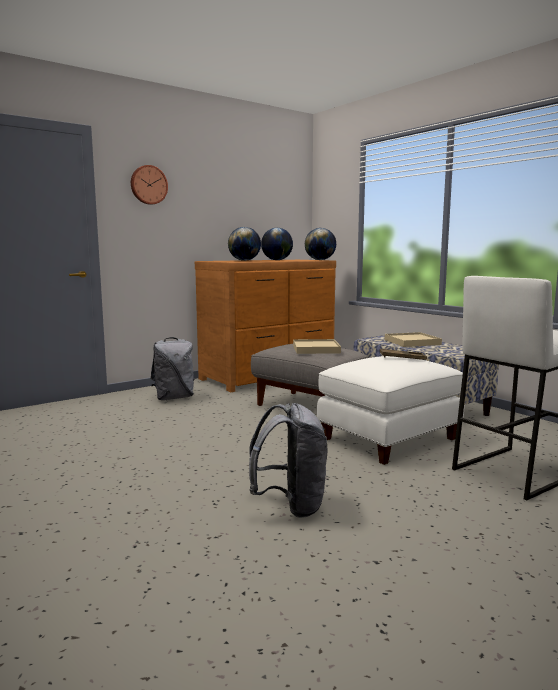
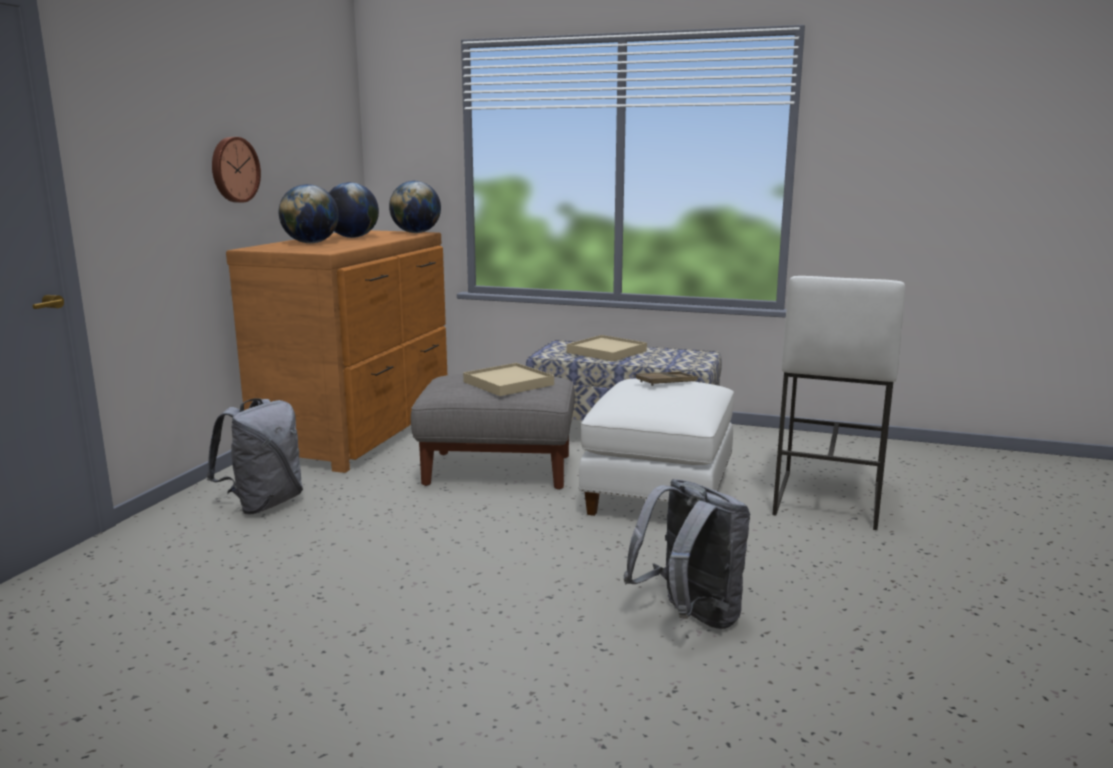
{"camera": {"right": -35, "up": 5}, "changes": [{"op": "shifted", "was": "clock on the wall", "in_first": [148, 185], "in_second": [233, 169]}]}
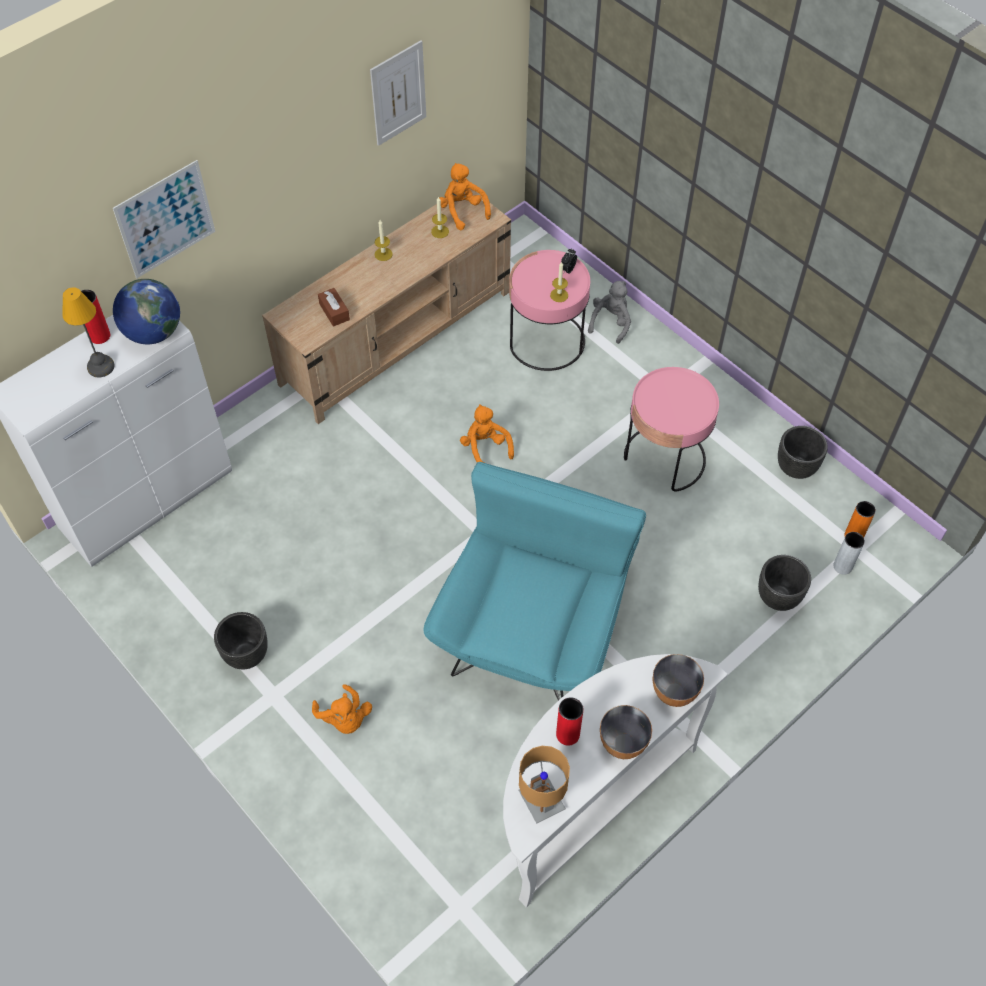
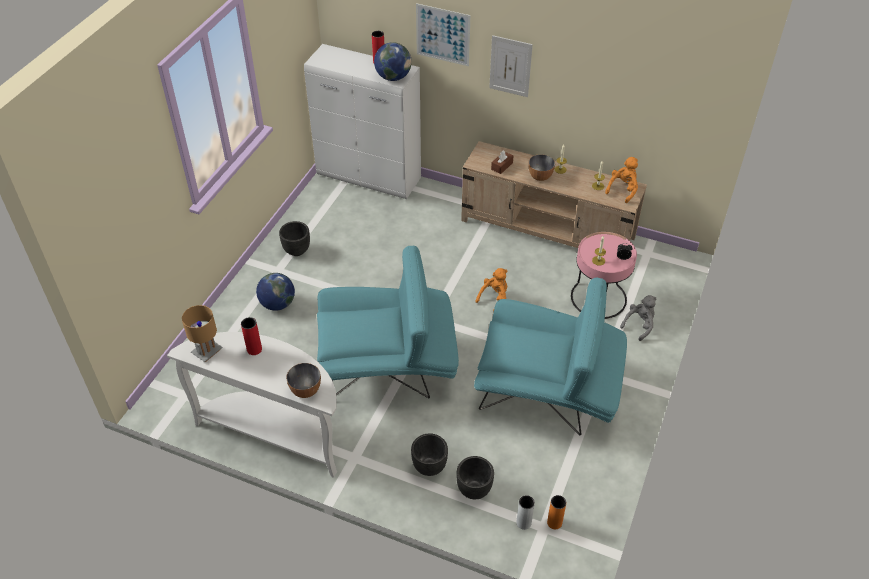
{"camera": {"right": 65, "up": -10}, "changes": [{"op": "shifted", "was": "wall art", "in_first": [398, 93], "in_second": [510, 66]}, {"op": "rotated", "was": "greyish cuddly toy", "in_first": [610, 322], "in_second": [639, 325], "clockwise": -45}, {"op": "gone", "was": "lamp for a table", "in_first": [101, 366]}, {"op": "swapped", "was": "pinkish accent table", "now": "blue-green armchair", "in_first": [665, 458], "in_second": [547, 390]}, {"op": "shifted", "was": "black flower pot", "in_first": [796, 468], "in_second": [430, 467]}, {"op": "swapped", "was": "orange cuddly toy", "now": "desk globe", "in_first": [344, 719], "in_second": [277, 304]}, {"op": "shifted", "was": "bowl", "in_first": [623, 743], "in_second": [540, 177]}]}
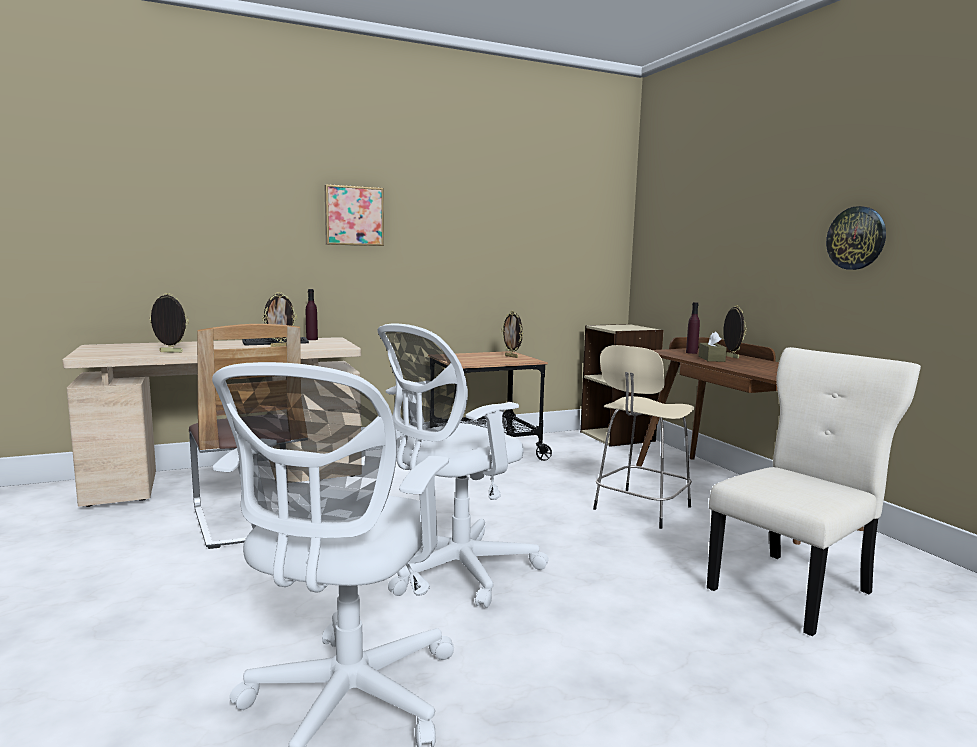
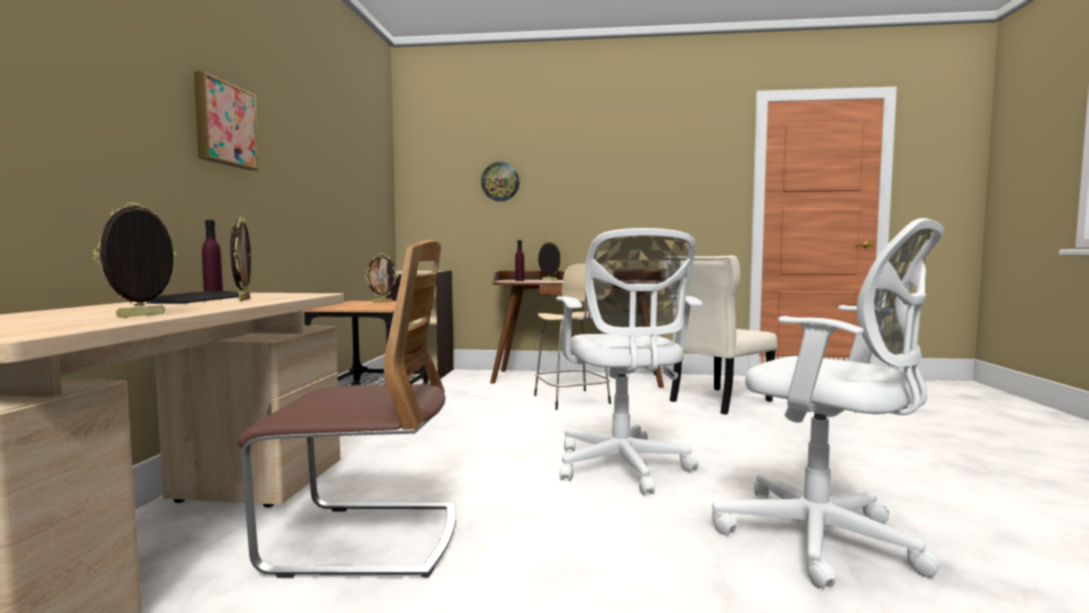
{"camera": {"right": -60, "up": -5}, "changes": [{"op": "shifted", "was": "clock on the wall", "in_first": [856, 238], "in_second": [500, 181]}, {"op": "gone", "was": "brown-coloured tissue holder", "in_first": [711, 359]}, {"op": "rotated", "was": "sand-coloured chair", "in_first": [794, 589], "in_second": [717, 401], "clockwise": -120}]}
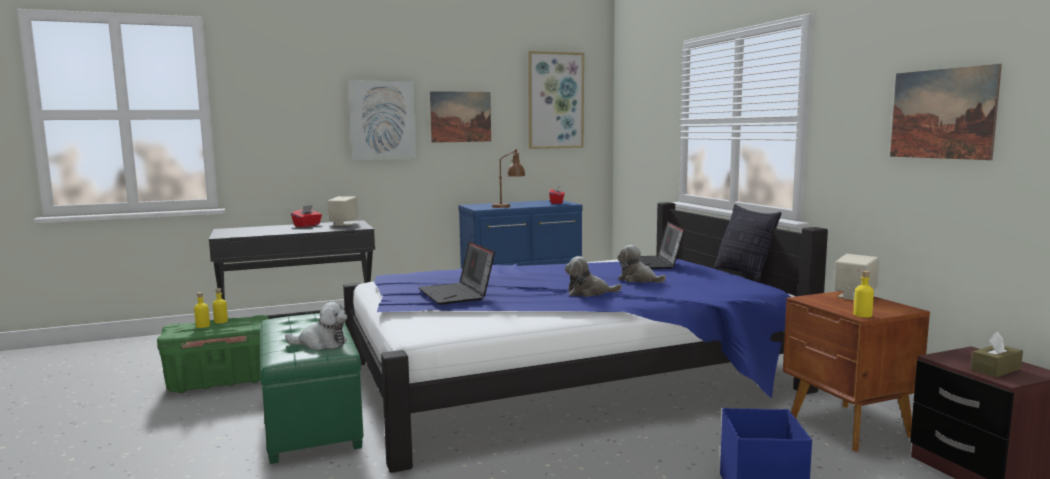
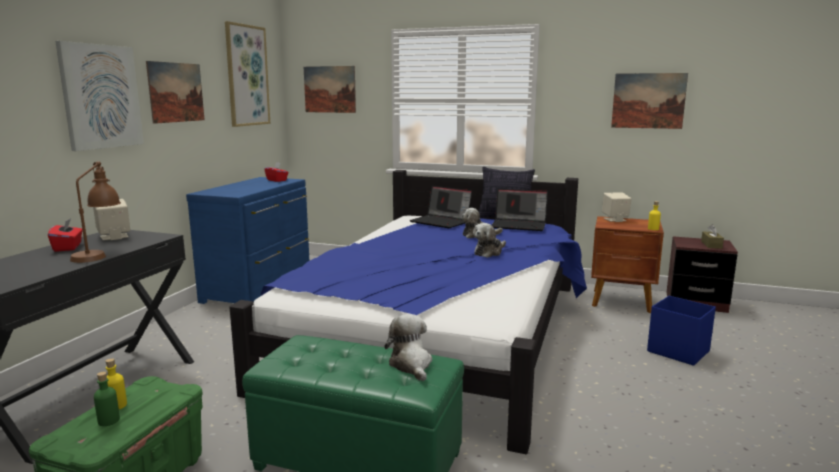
{"camera": {"right": -50, "up": 5}, "changes": [{"op": "shifted", "was": "brown-coloured lamp for a table", "in_first": [508, 206], "in_second": [99, 254]}, {"op": "shifted", "was": "notebook computer", "in_first": [457, 294], "in_second": [519, 225]}, {"op": "repainted", "was": "yellowish drink bottle", "now": "green drink bottle", "in_first": [203, 326], "in_second": [108, 421]}, {"op": "rotated", "was": "cuddly toy", "in_first": [321, 344], "in_second": [411, 364], "clockwise": -60}, {"op": "new", "now": "wall art", "in_second": [329, 89]}]}
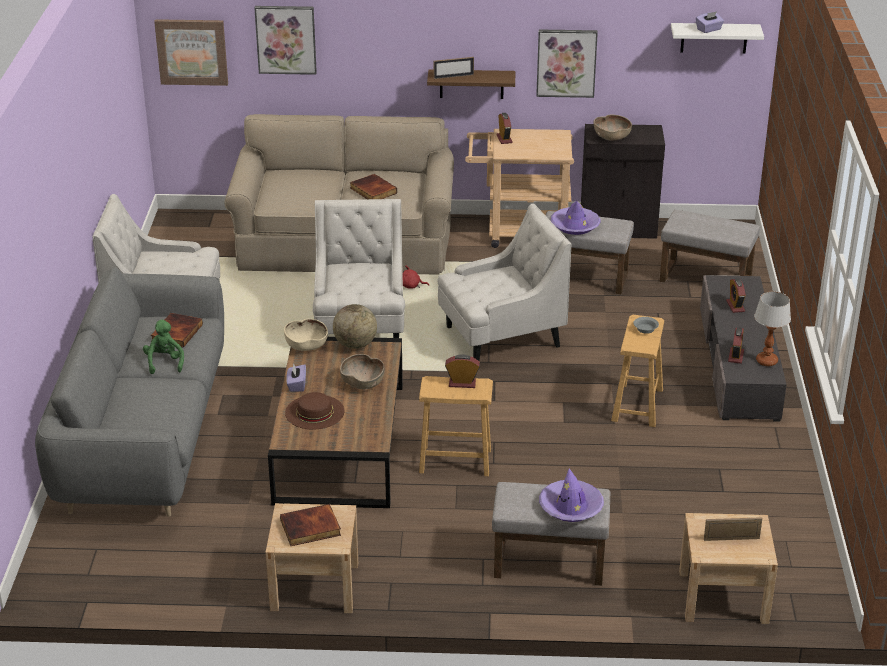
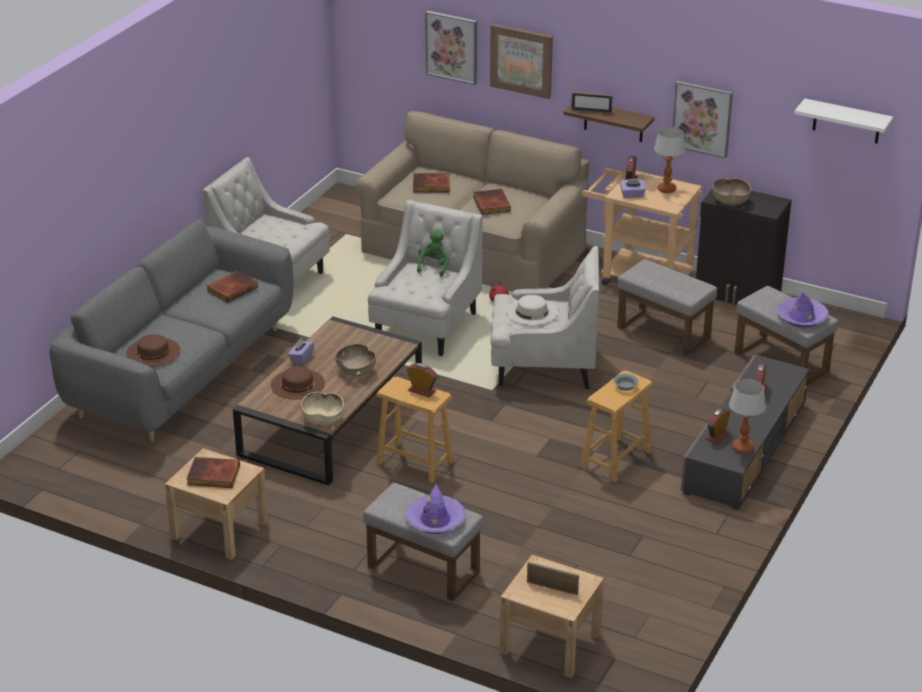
{"camera": {"right": 25, "up": 0}, "changes": [{"op": "shifted", "was": "purplish tissue holder", "in_first": [709, 29], "in_second": [632, 195]}, {"op": "shifted", "was": "wall art", "in_first": [192, 51], "in_second": [521, 60]}, {"op": "shifted", "was": "purplish wearable hat", "in_first": [575, 225], "in_second": [801, 317]}, {"op": "gone", "was": "desk globe", "in_first": [355, 345]}, {"op": "shifted", "was": "sand-coloured bowl", "in_first": [306, 346], "in_second": [323, 419]}, {"op": "shifted", "was": "green cuddly toy", "in_first": [164, 362], "in_second": [433, 266]}, {"op": "new", "now": "lamp for a table", "in_second": [666, 189]}, {"op": "new", "now": "book", "in_second": [431, 185]}, {"op": "new", "now": "white-coloured wearable hat", "in_second": [531, 311]}, {"op": "new", "now": "brown-coloured wearable hat", "in_second": [153, 352]}]}
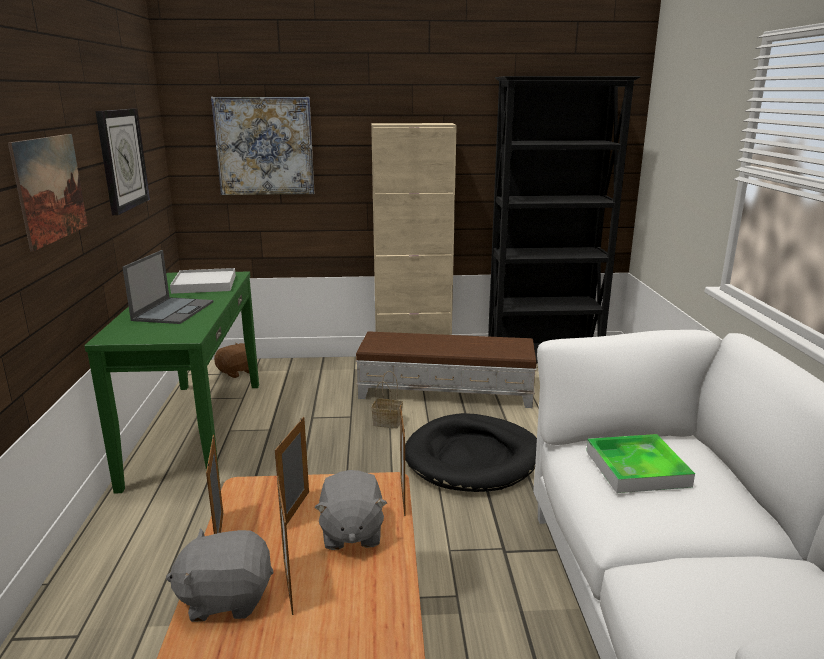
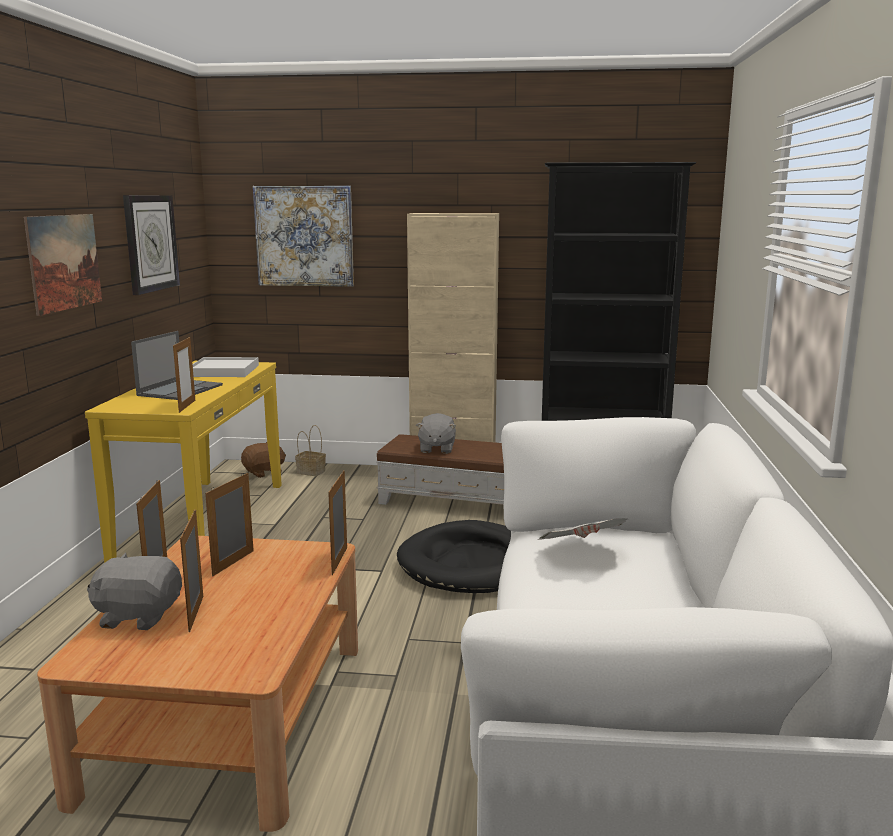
{"camera": {"right": 10, "up": -5}, "changes": [{"op": "repainted", "was": "green hall table", "now": "yellowish hall table", "in_first": [196, 431], "in_second": [202, 520]}, {"op": "shifted", "was": "storage basket", "in_first": [386, 422], "in_second": [310, 472]}, {"op": "swapped", "was": "tray", "now": "newspaper", "in_first": [637, 468], "in_second": [580, 552]}, {"op": "shifted", "was": "greyish cuddly toy", "in_first": [351, 532], "in_second": [436, 449]}, {"op": "new", "now": "picture frame", "in_second": [187, 406]}]}
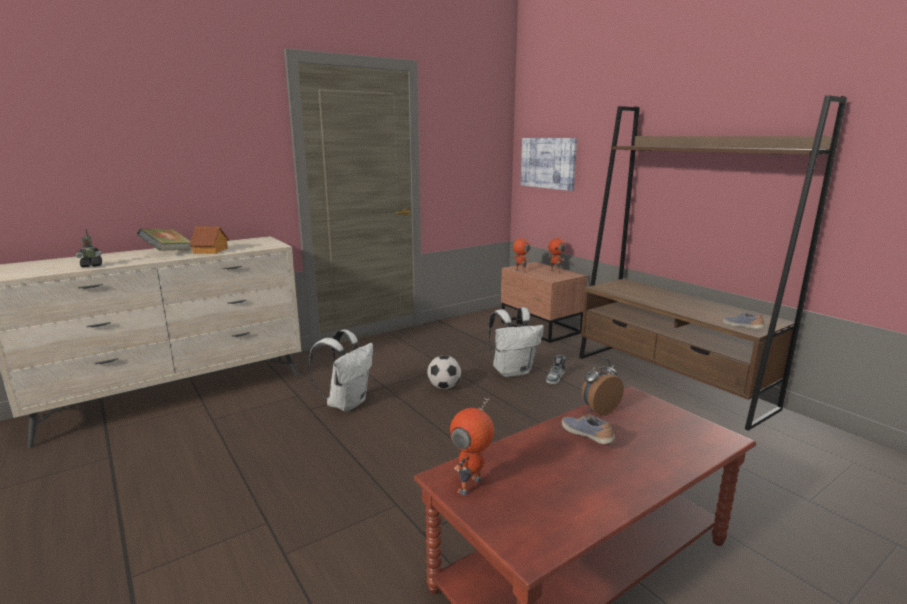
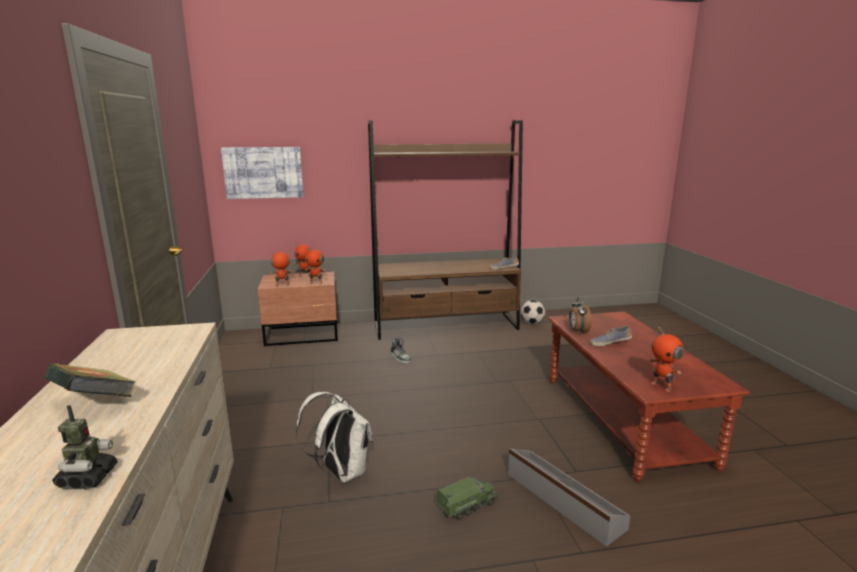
{"camera": {"right": -65, "up": 0}, "changes": [{"op": "gone", "was": "model house", "in_first": [211, 251]}, {"op": "gone", "was": "white-coloured backpack", "in_first": [512, 371]}, {"op": "shifted", "was": "football ball", "in_first": [444, 387], "in_second": [532, 323]}, {"op": "new", "now": "robot figure", "in_second": [316, 283]}, {"op": "new", "now": "greyish storage container", "in_second": [562, 500]}, {"op": "new", "now": "toy truck", "in_second": [467, 506]}]}
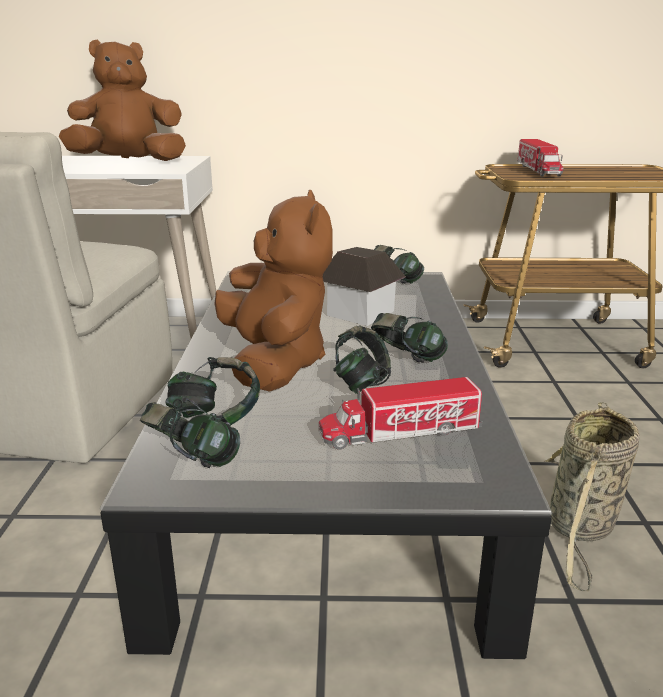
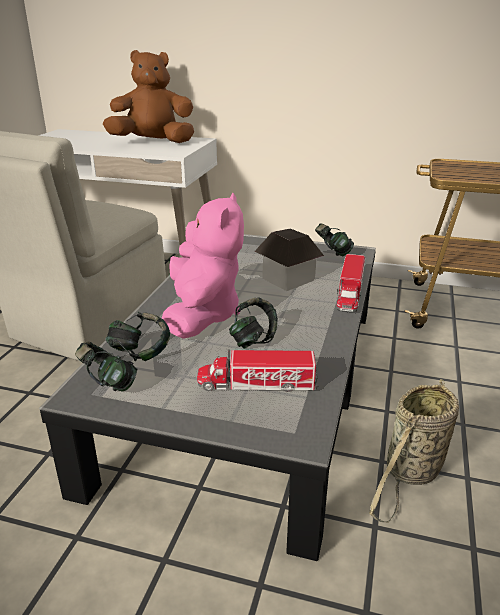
{"camera": {"right": 15, "up": 5}, "changes": [{"op": "shifted", "was": "toy truck", "in_first": [538, 170], "in_second": [350, 293]}, {"op": "repainted", "was": "brown-coloured cuddly toy", "now": "pinkish cuddly toy", "in_first": [274, 363], "in_second": [202, 315]}, {"op": "gone", "was": "pair of headphones", "in_first": [407, 359]}]}
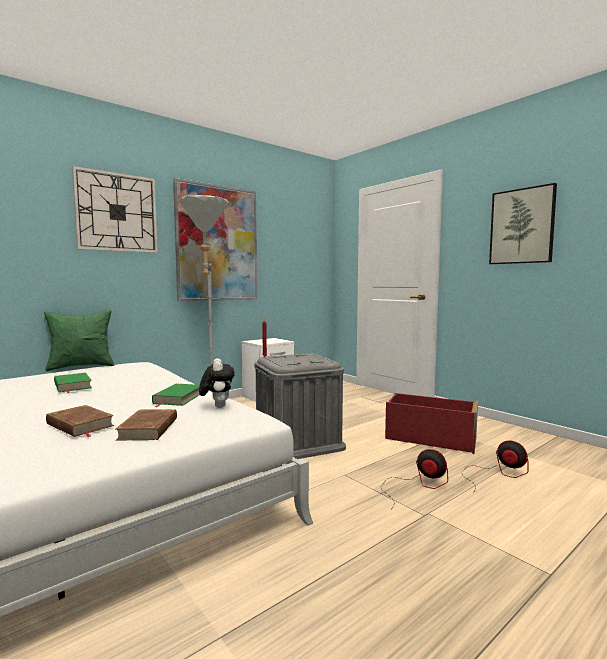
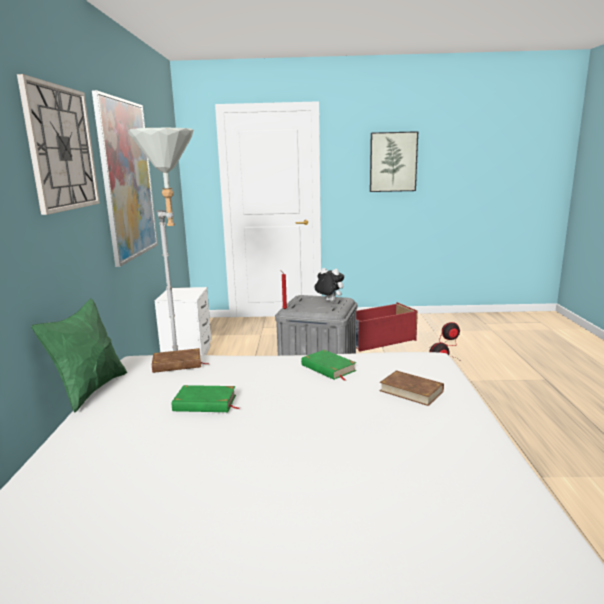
{"camera": {"right": -50, "up": 10}, "changes": [{"op": "shifted", "was": "cuddly toy", "in_first": [217, 406], "in_second": [328, 301]}, {"op": "shifted", "was": "brown-coloured book", "in_first": [79, 425], "in_second": [177, 364]}]}
